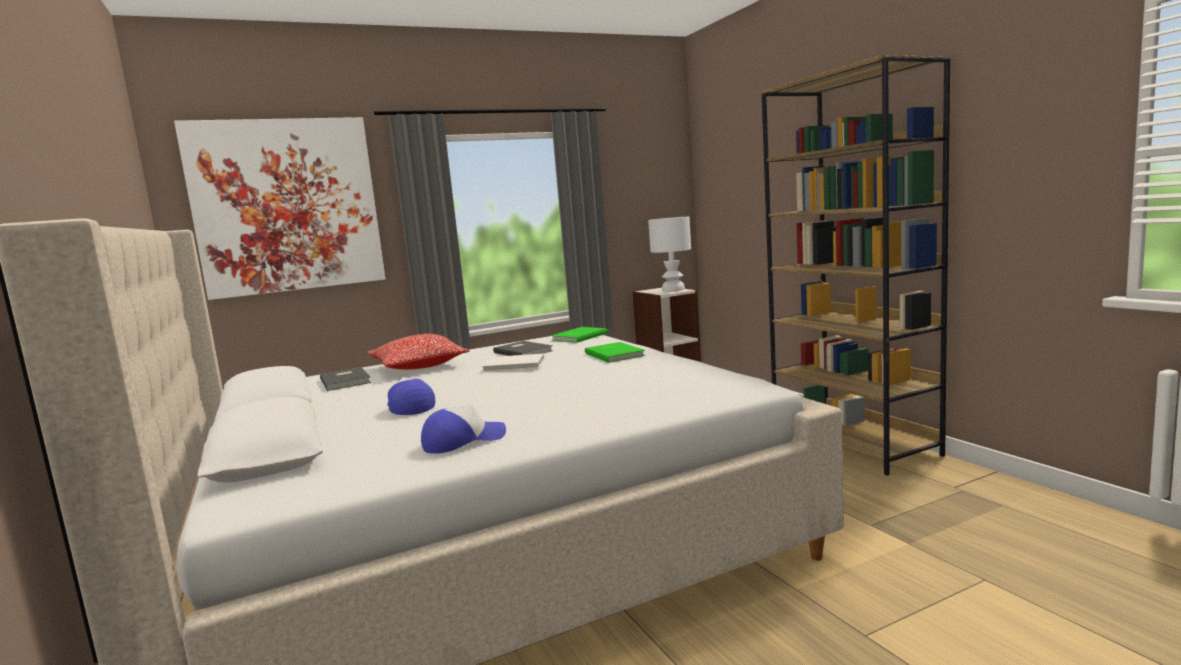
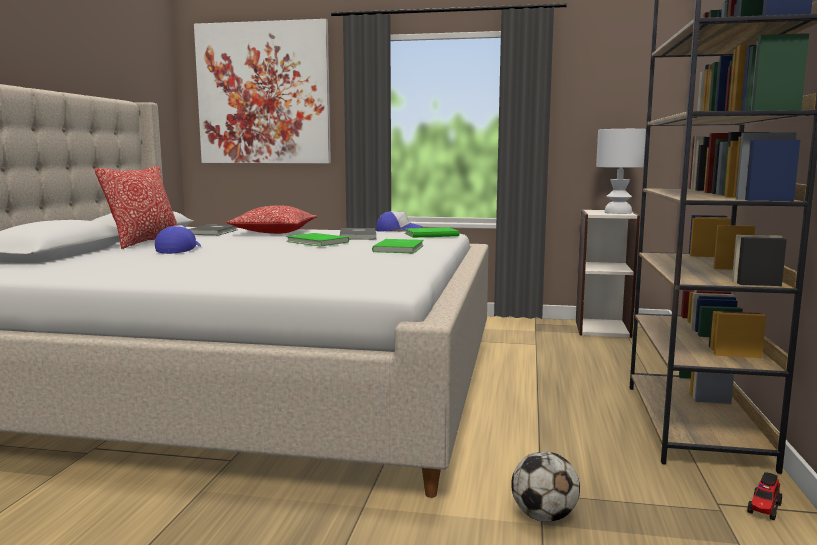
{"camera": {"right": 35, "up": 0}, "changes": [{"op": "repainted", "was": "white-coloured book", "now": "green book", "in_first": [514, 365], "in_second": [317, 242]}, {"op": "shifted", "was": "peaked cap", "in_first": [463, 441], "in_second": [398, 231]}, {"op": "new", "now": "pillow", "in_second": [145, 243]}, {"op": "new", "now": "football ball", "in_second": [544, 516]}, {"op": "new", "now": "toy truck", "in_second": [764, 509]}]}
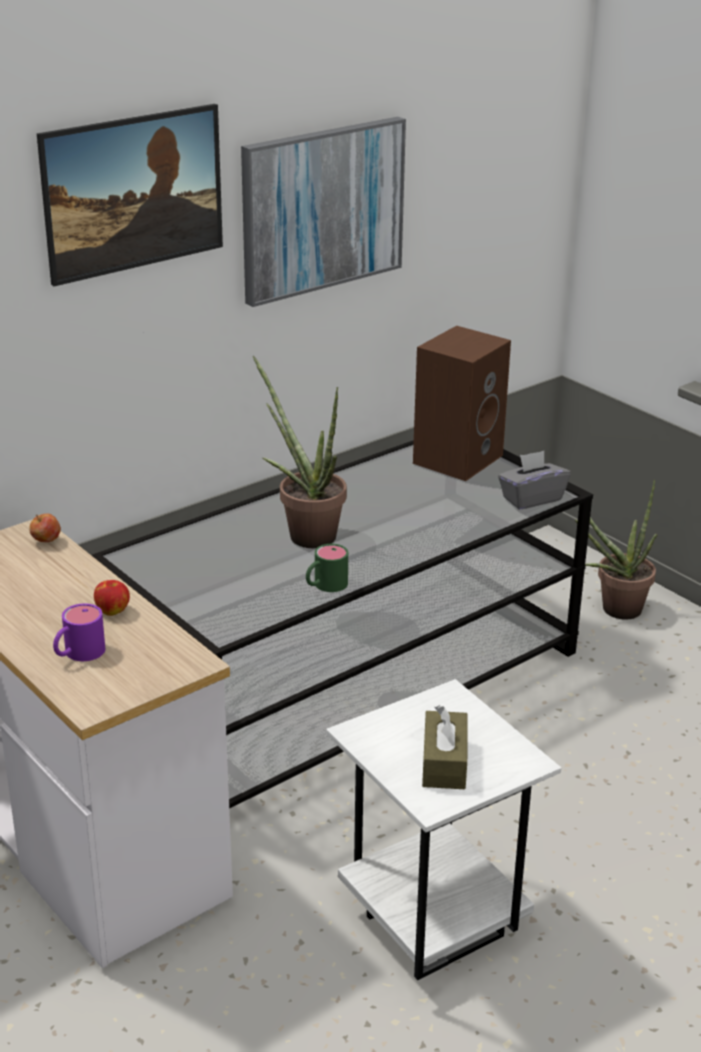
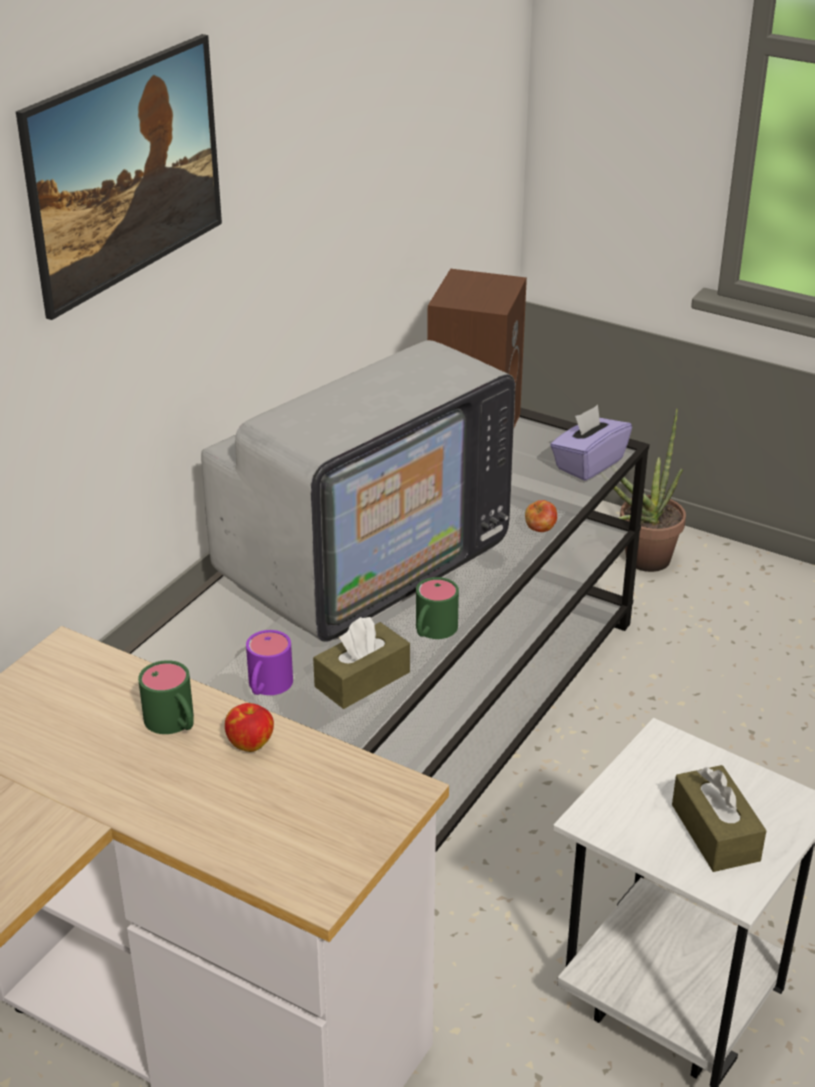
{"camera": {"right": -20, "up": 5}, "changes": [{"op": "gone", "was": "wall art", "in_first": [322, 209]}, {"op": "swapped", "was": "plant in a pot", "now": "TV", "in_first": [305, 533], "in_second": [363, 565]}, {"op": "repainted", "was": "greyish tissue holder", "now": "purplish tissue holder", "in_first": [531, 499], "in_second": [588, 464]}, {"op": "shifted", "was": "apple fruit", "in_first": [46, 541], "in_second": [540, 530]}, {"op": "shifted", "was": "purplish mug", "in_first": [78, 654], "in_second": [266, 687]}, {"op": "new", "now": "brown-coloured tissue holder", "in_second": [362, 679]}, {"op": "new", "now": "green mug", "in_second": [174, 724]}]}
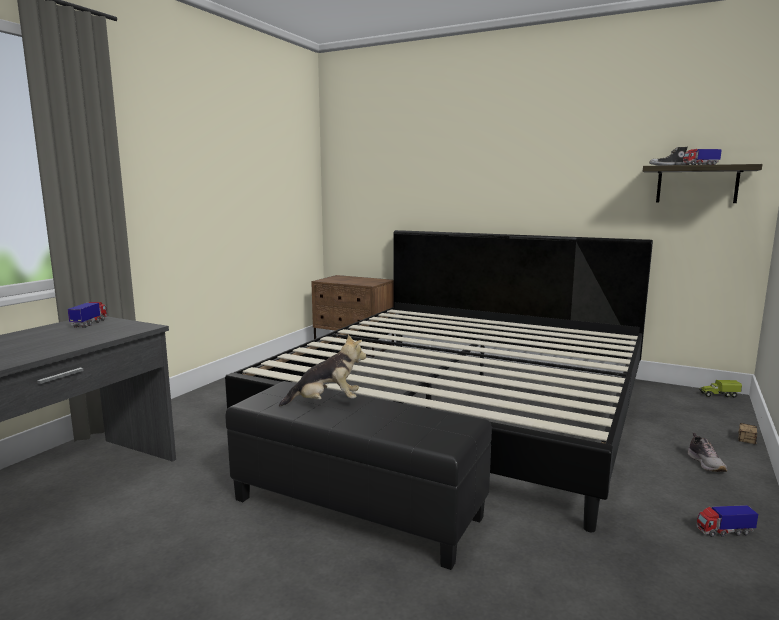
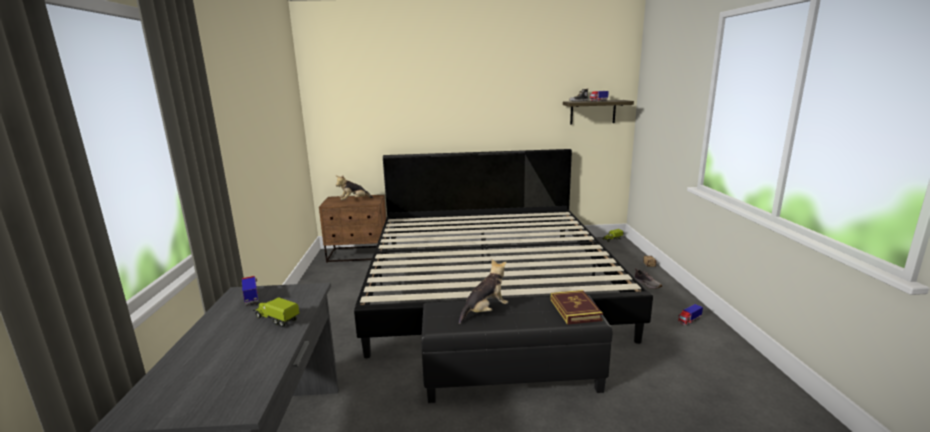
{"camera": {"right": -30, "up": 5}, "changes": [{"op": "new", "now": "cuddly toy", "in_second": [354, 201]}, {"op": "new", "now": "book", "in_second": [575, 310]}, {"op": "new", "now": "toy truck", "in_second": [276, 319]}]}
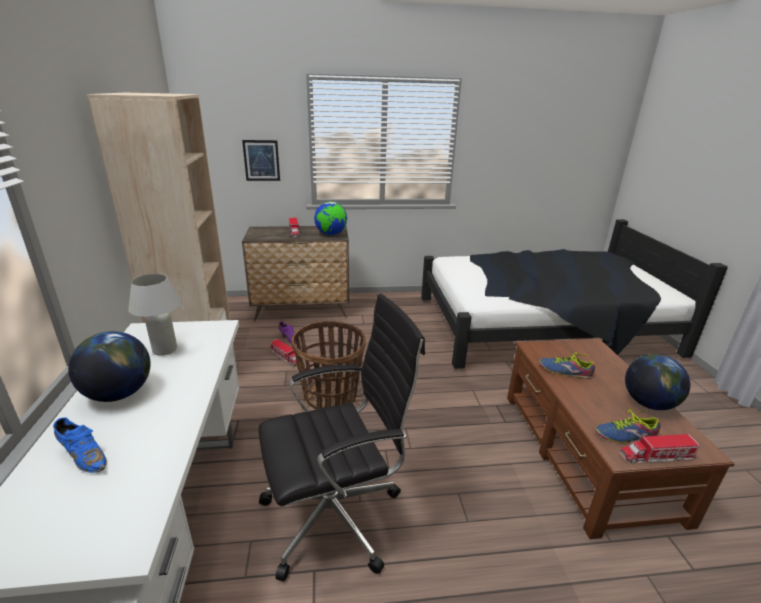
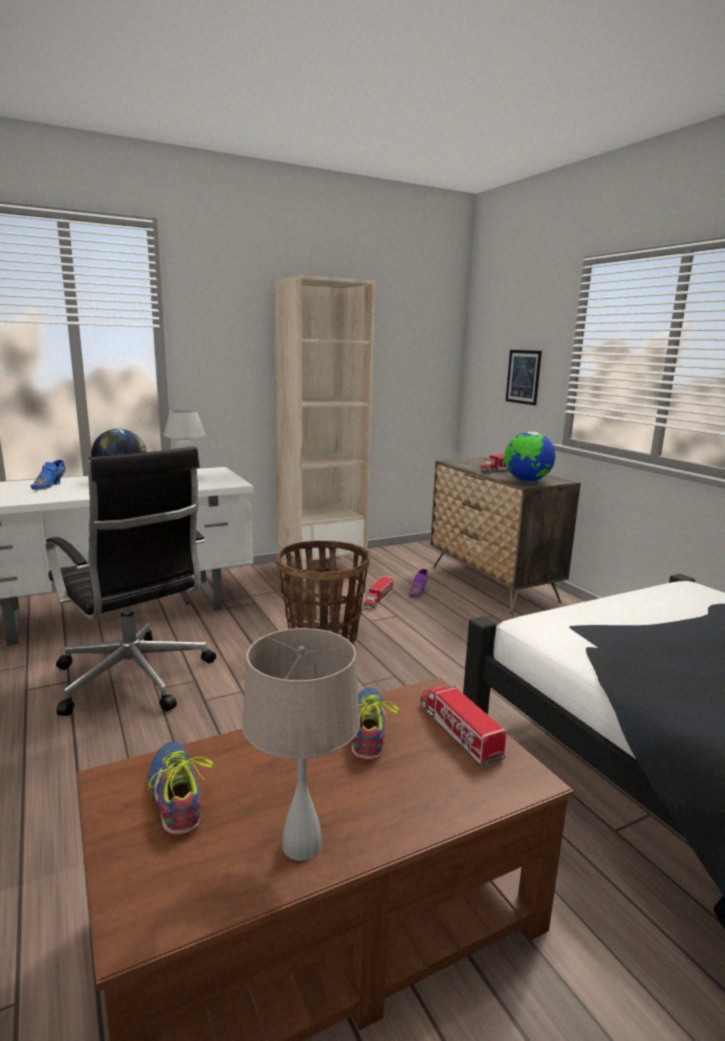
{"camera": {"right": 70, "up": -10}, "changes": [{"op": "swapped", "was": "desk globe", "now": "sand-coloured lamp for a table", "in_first": [648, 403], "in_second": [302, 845]}, {"op": "shifted", "was": "toy truck", "in_first": [656, 456], "in_second": [458, 731]}]}
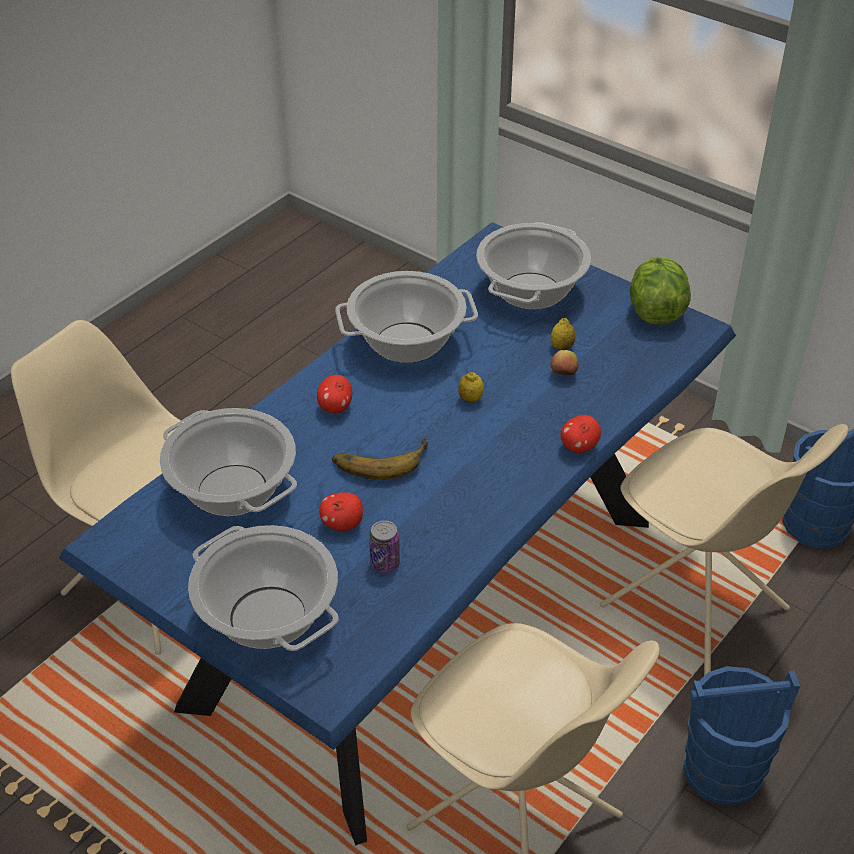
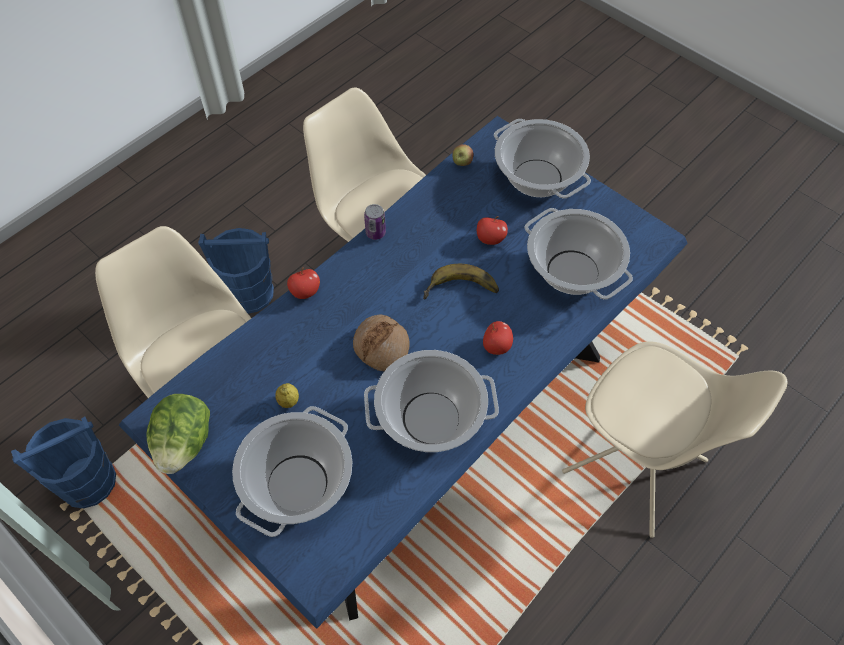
{"camera": {"right": -175, "up": 15}, "changes": [{"op": "shifted", "was": "apple fruit", "in_first": [563, 374], "in_second": [462, 163]}, {"op": "swapped", "was": "whole lemon", "now": "bread", "in_first": [470, 399], "in_second": [382, 347]}, {"op": "shifted", "was": "sealed can", "in_first": [385, 563], "in_second": [375, 233]}]}
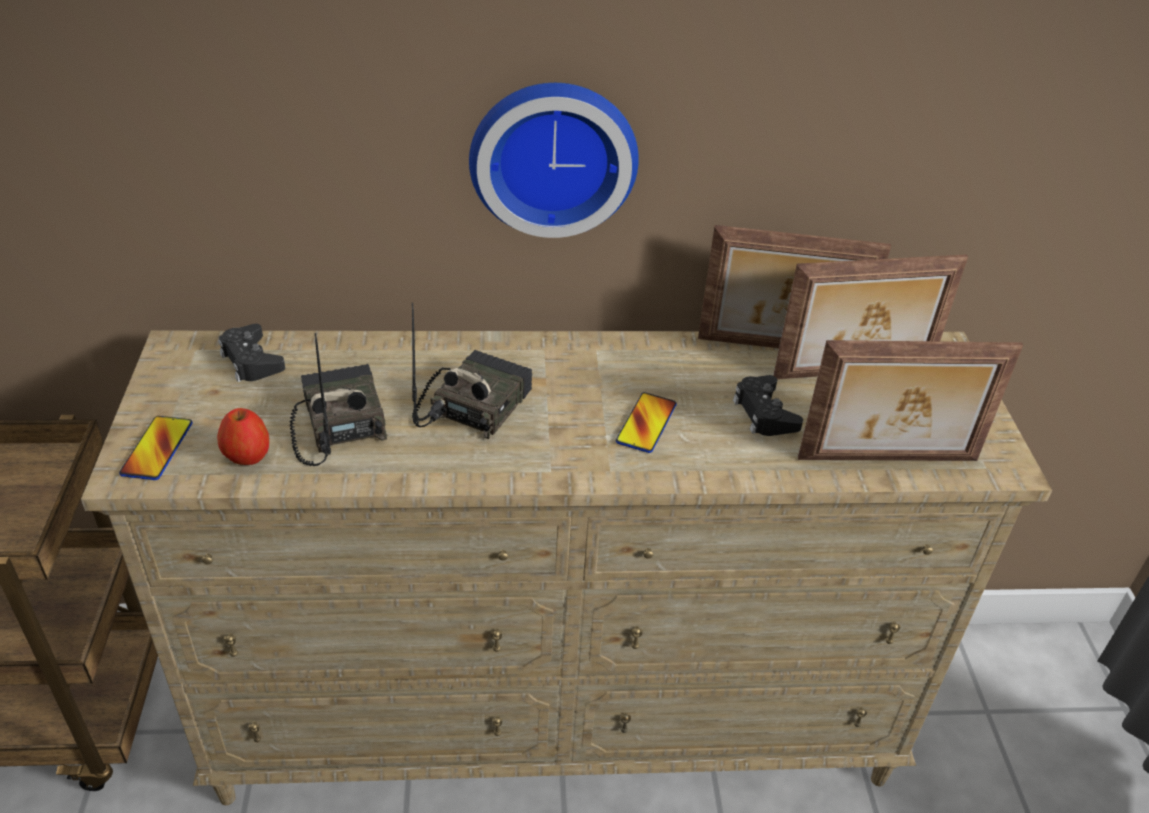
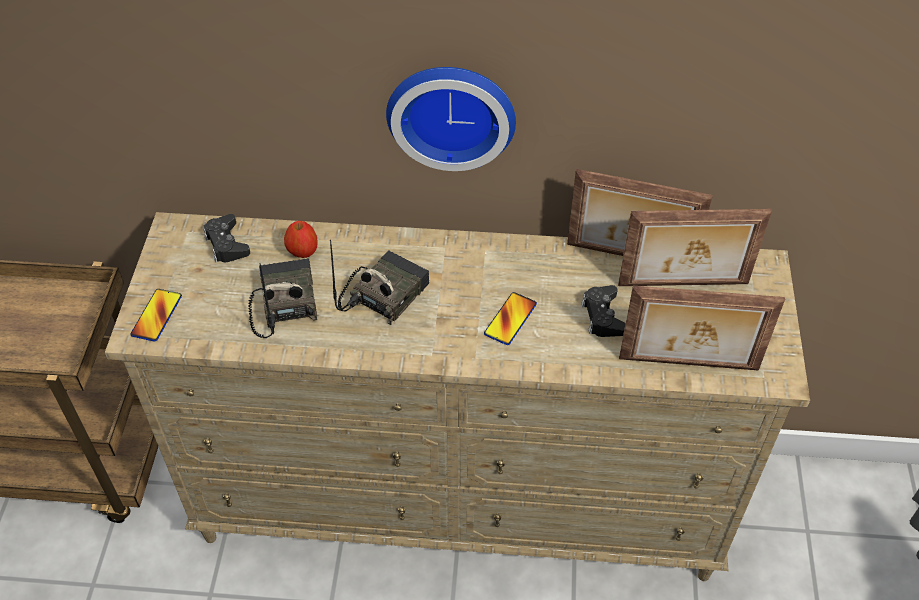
{"camera": {"right": 10, "up": 10}, "changes": [{"op": "shifted", "was": "apple fruit", "in_first": [247, 458], "in_second": [302, 252]}]}
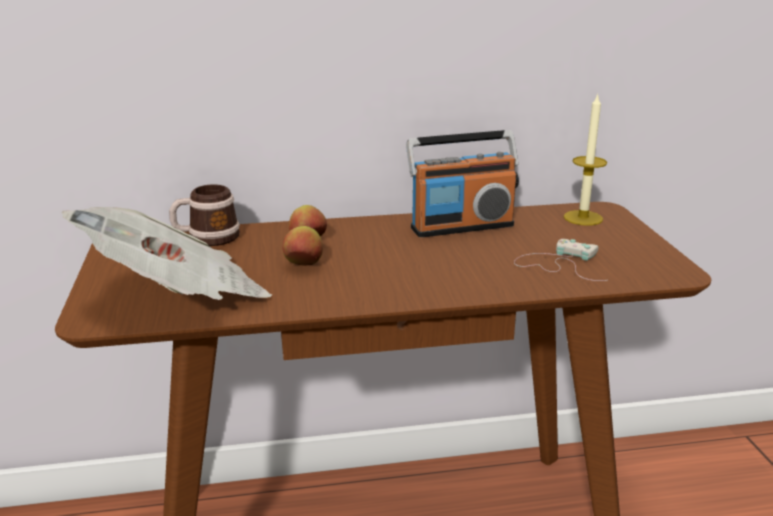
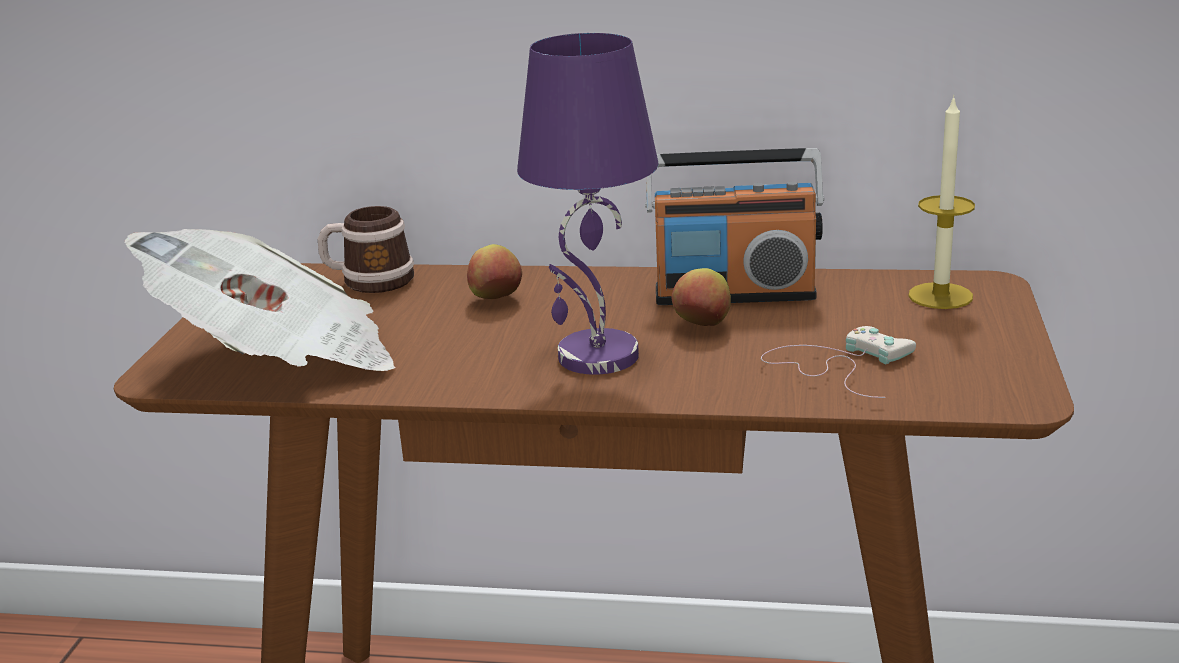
{"camera": {"right": 20, "up": 0}, "changes": [{"op": "shifted", "was": "apple fruit", "in_first": [304, 265], "in_second": [702, 326]}, {"op": "new", "now": "purplish lamp for a table", "in_second": [597, 357]}]}
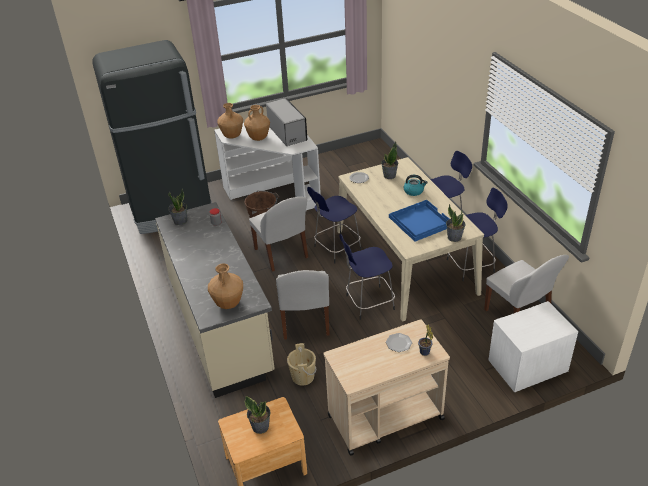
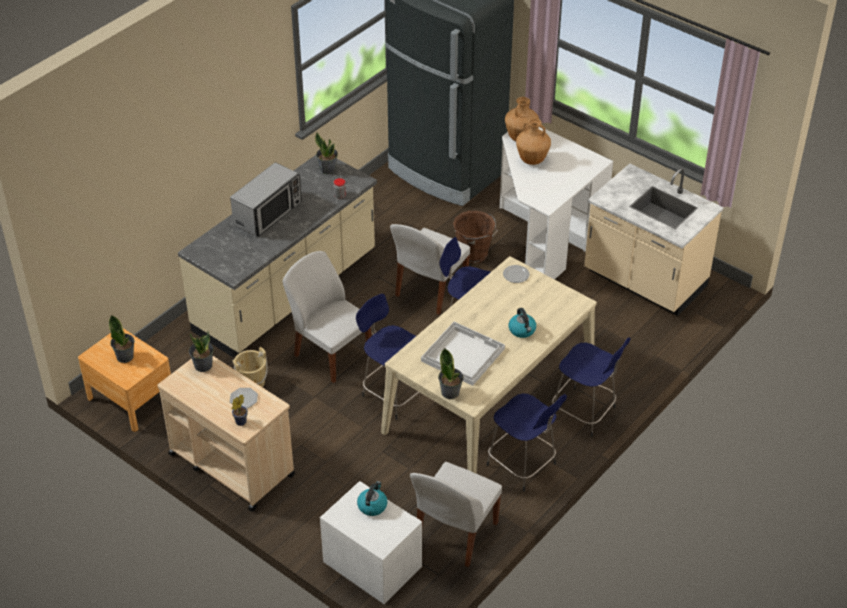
{"camera": {"right": 60, "up": 5}, "changes": [{"op": "shifted", "was": "kitchen microwave", "in_first": [287, 133], "in_second": [268, 213]}, {"op": "shifted", "was": "plant in a pot", "in_first": [389, 175], "in_second": [203, 365]}, {"op": "repainted", "was": "bluish tray", "now": "white-coloured tray", "in_first": [420, 221], "in_second": [462, 354]}, {"op": "gone", "was": "brown-coloured flower vase", "in_first": [228, 304]}, {"op": "rotated", "was": "white-coloured chair", "in_first": [305, 322], "in_second": [331, 354], "clockwise": 75}, {"op": "new", "now": "sand-coloured counter", "in_second": [644, 281]}, {"op": "new", "now": "kettle", "in_second": [372, 505]}]}
